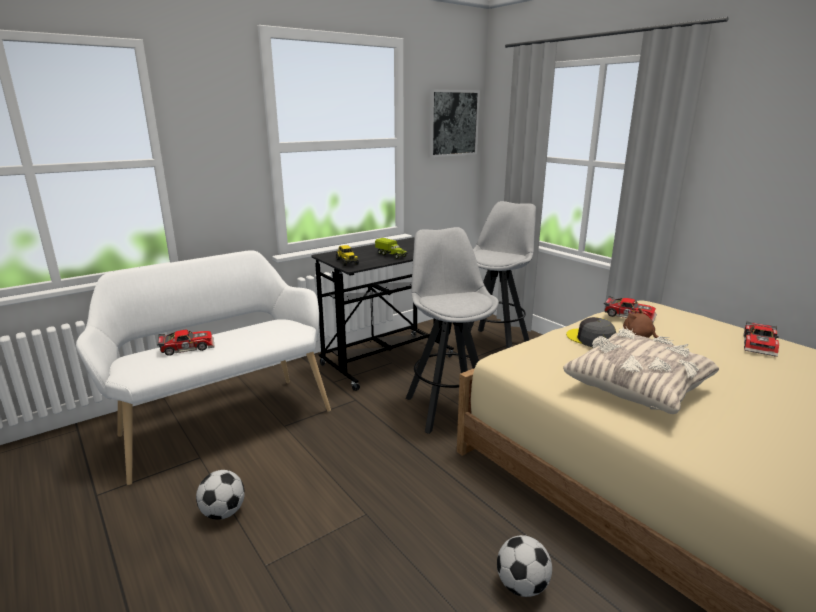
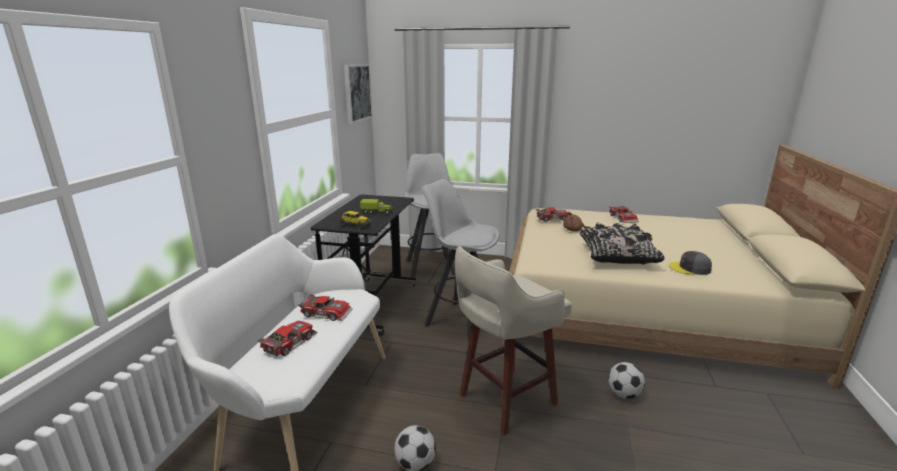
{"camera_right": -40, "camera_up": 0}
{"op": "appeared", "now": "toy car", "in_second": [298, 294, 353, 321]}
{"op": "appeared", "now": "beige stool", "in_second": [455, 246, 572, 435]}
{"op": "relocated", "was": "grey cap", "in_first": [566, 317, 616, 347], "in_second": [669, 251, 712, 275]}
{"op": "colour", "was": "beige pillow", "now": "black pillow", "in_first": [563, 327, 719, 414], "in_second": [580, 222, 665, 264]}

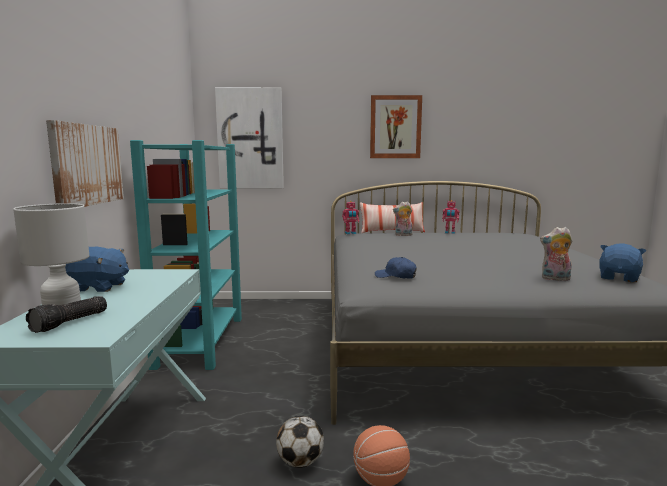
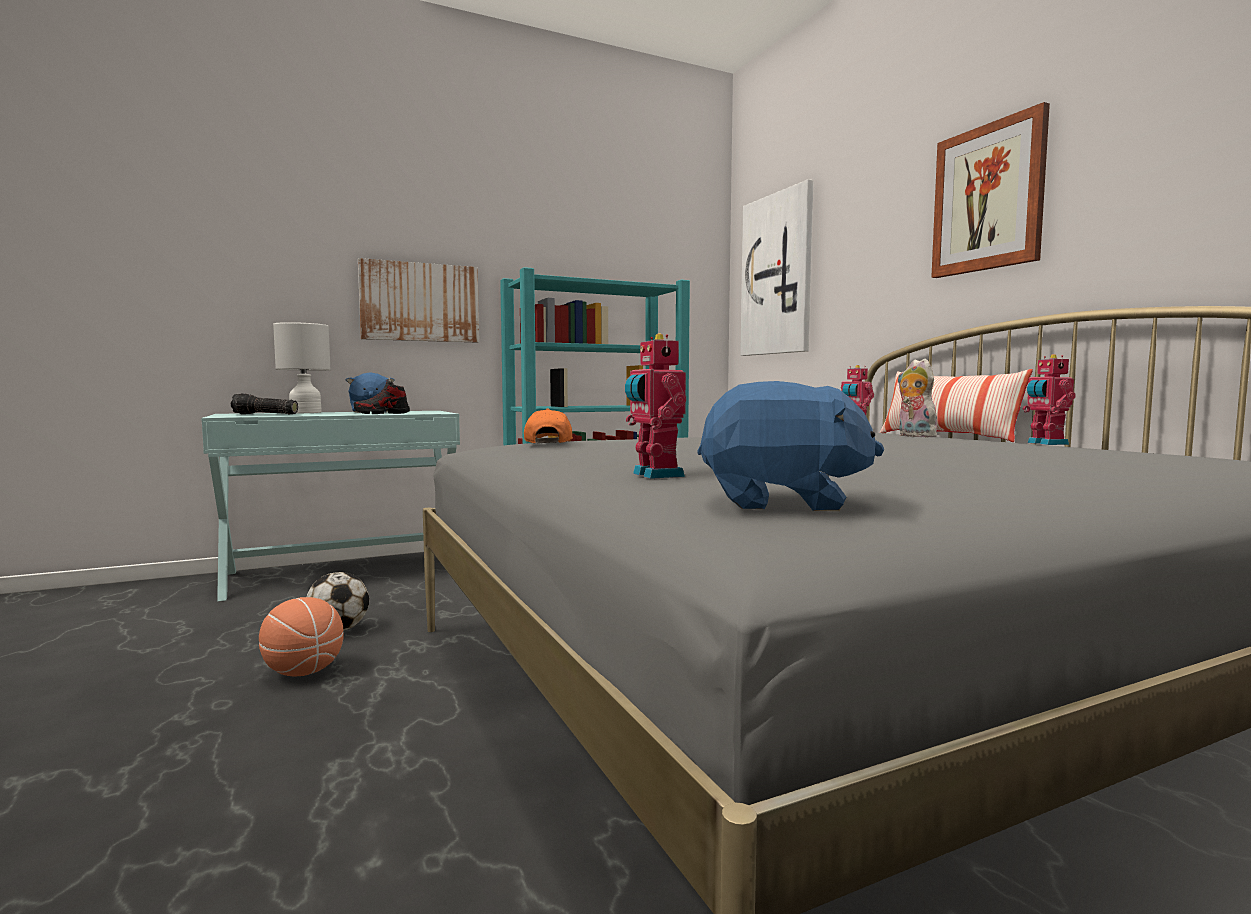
{"camera_right": 65, "camera_up": -5}
{"op": "appeared", "now": "shoe", "in_second": [354, 380, 410, 414]}
{"op": "exchanged", "was": "plush toy", "now": "toy robot", "in_first": [540, 227, 572, 281], "in_second": [625, 333, 686, 479]}
{"op": "colour", "was": "blue cap", "now": "orange cap", "in_first": [375, 257, 417, 279], "in_second": [524, 408, 573, 443]}

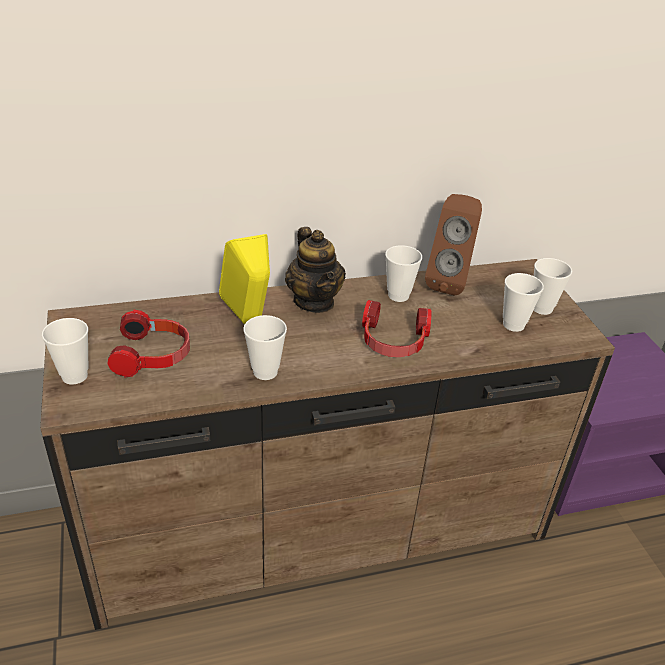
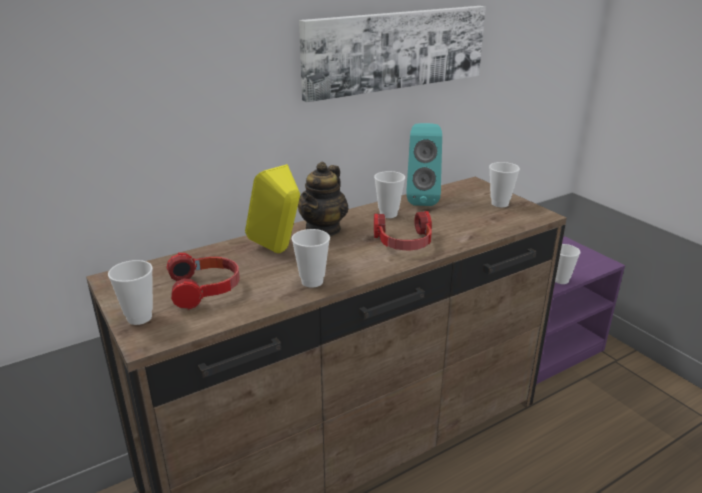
{"camera_right": -15, "camera_up": -10}
{"op": "appeared", "now": "picture", "in_second": [299, 6, 486, 102]}
{"op": "relocated", "was": "cup", "in_first": [503, 273, 544, 332], "in_second": [555, 244, 581, 284]}
{"op": "colour", "was": "brown speaker", "now": "turquoise speaker", "in_first": [425, 194, 482, 295], "in_second": [406, 123, 442, 206]}
{"op": "spun", "was": "teapot", "in_first": [285, 227, 346, 313], "in_second": [298, 162, 349, 237], "clockwise": 60}

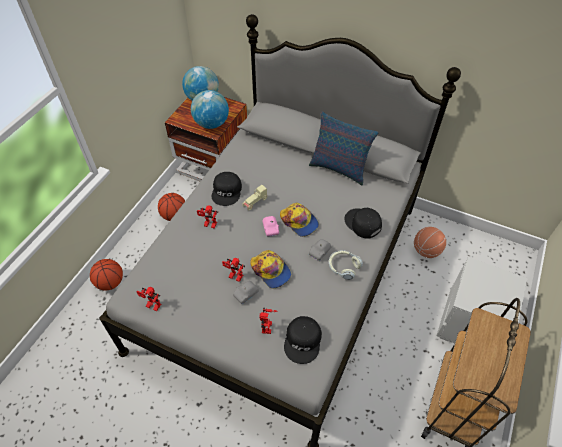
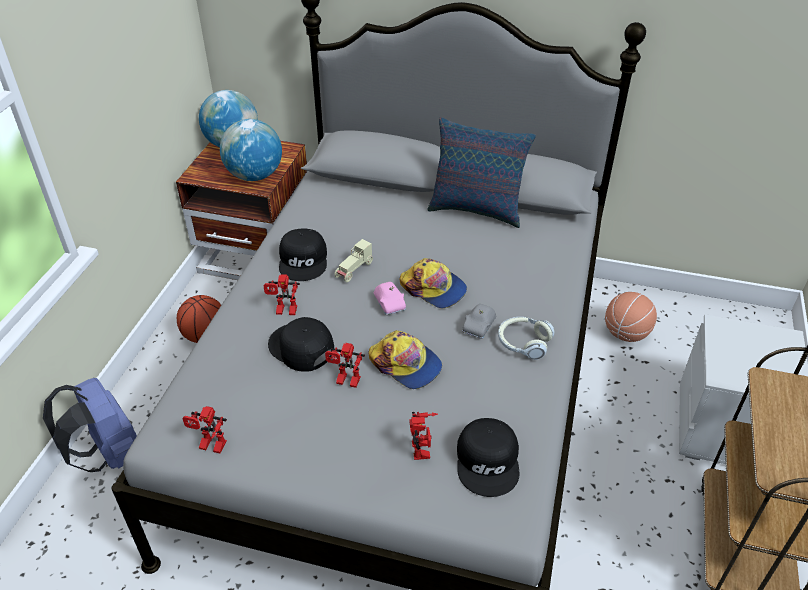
{"camera_right": -10, "camera_up": -10}
{"op": "missing", "was": "grey toy car", "in_first": [233, 281, 259, 305]}
{"op": "relocated", "was": "black cap", "in_first": [344, 208, 382, 239], "in_second": [268, 317, 334, 372]}
{"op": "exchanged", "was": "basketball", "now": "blue backpack", "in_first": [90, 259, 123, 290], "in_second": [43, 378, 137, 472]}

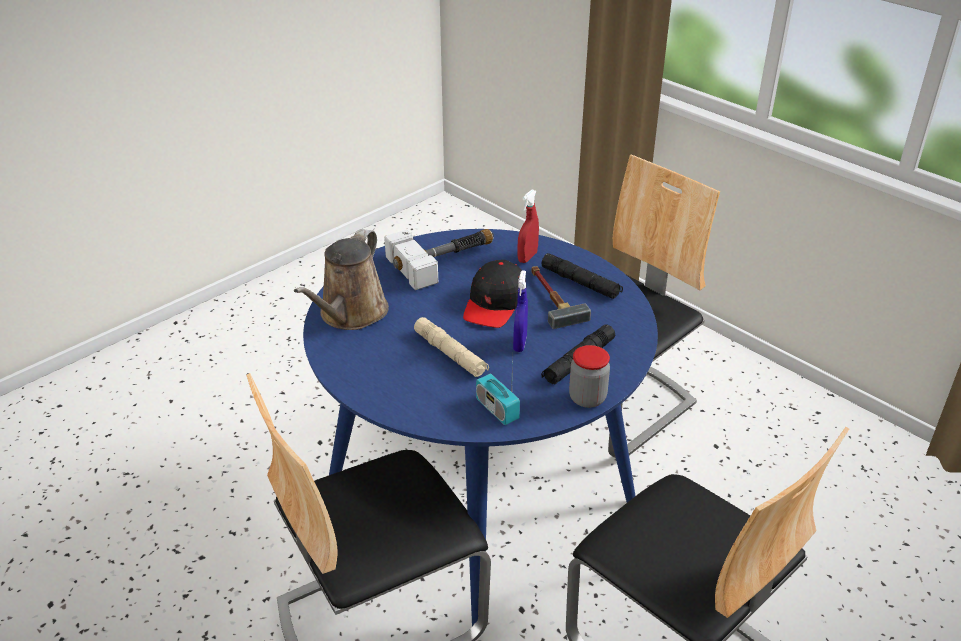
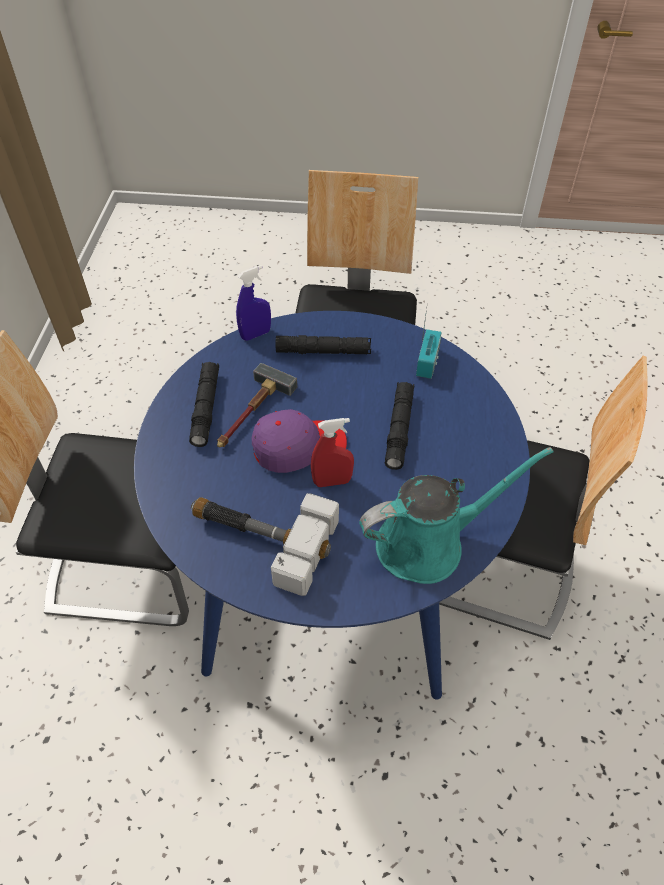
{"camera_right": -130, "camera_up": 15}
{"op": "missing", "was": "jar", "in_first": [569, 345, 610, 408]}
{"op": "relocated", "was": "blue spray bottle", "in_first": [513, 270, 528, 352], "in_second": [236, 265, 271, 341]}
{"op": "relocated", "was": "red spray bottle", "in_first": [517, 189, 539, 263], "in_second": [311, 418, 354, 487]}
{"op": "colour", "was": "brown watering can", "now": "turquoise watering can", "in_first": [294, 229, 389, 330], "in_second": [359, 447, 553, 584]}
{"op": "colour", "was": "beige flashlight", "now": "black flashlight", "in_first": [414, 317, 489, 377], "in_second": [385, 382, 415, 470]}
{"op": "colour", "was": "black cap", "now": "purple cap", "in_first": [463, 260, 526, 328], "in_second": [252, 409, 347, 473]}

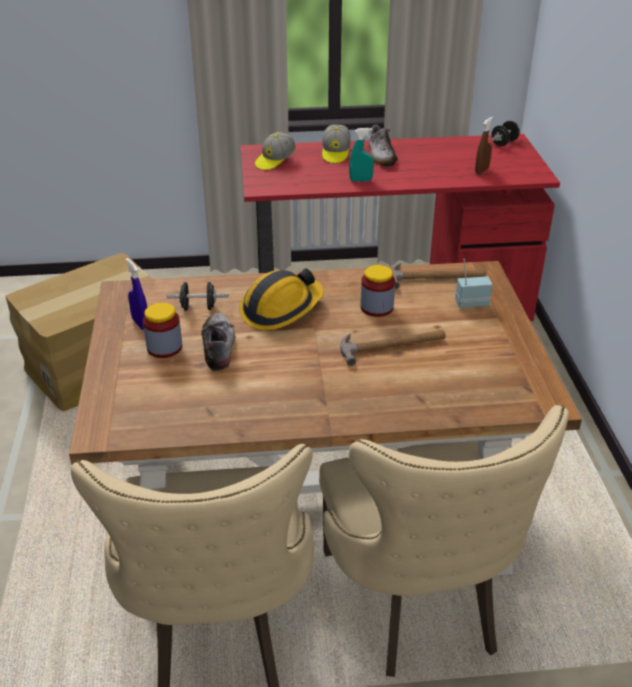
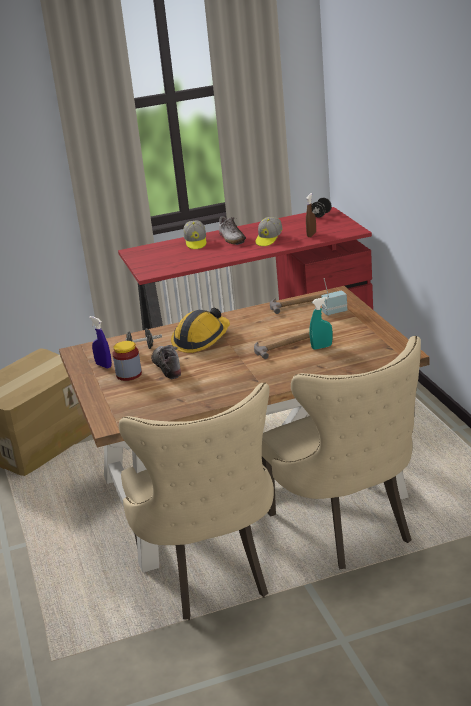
{"camera_right": -10, "camera_up": -10}
{"op": "missing", "was": "jar", "in_first": [360, 265, 395, 317]}
{"op": "relocated", "was": "cap", "in_first": [255, 132, 296, 170], "in_second": [255, 217, 282, 246]}
{"op": "relocated", "was": "turquoise spray bottle", "in_first": [349, 128, 374, 182], "in_second": [310, 297, 333, 350]}

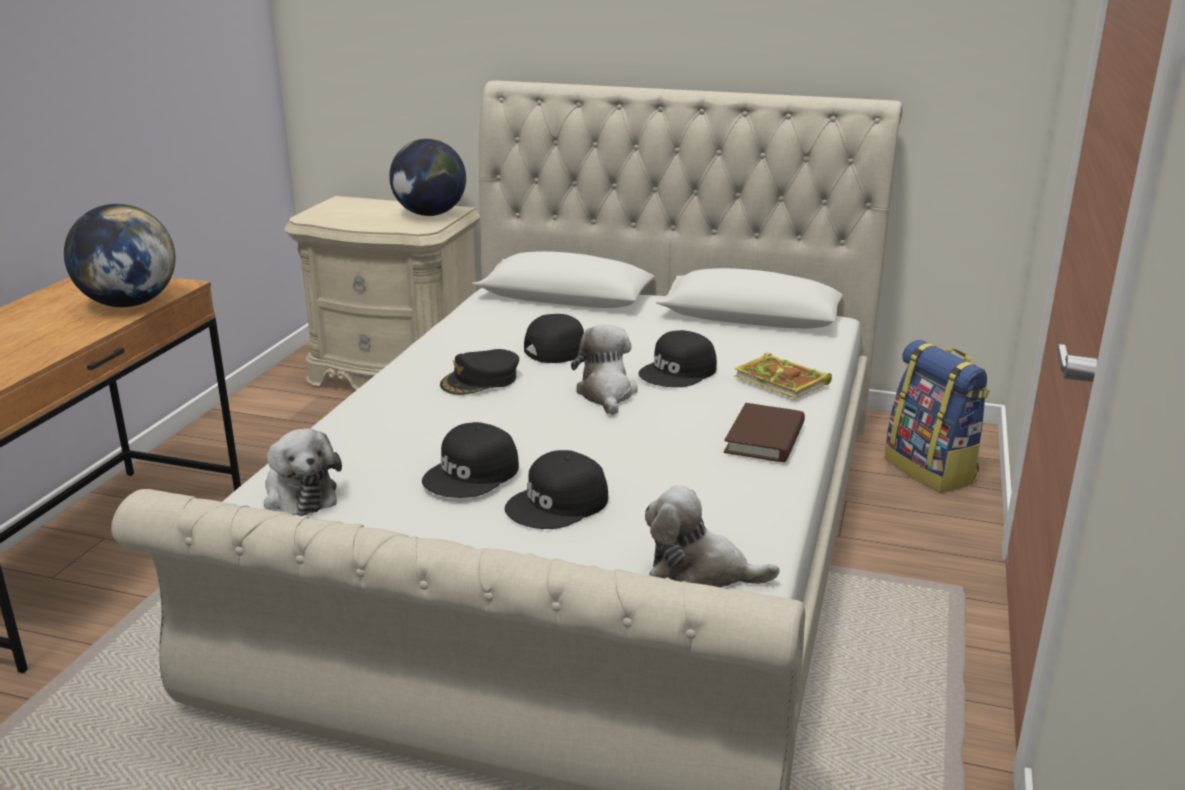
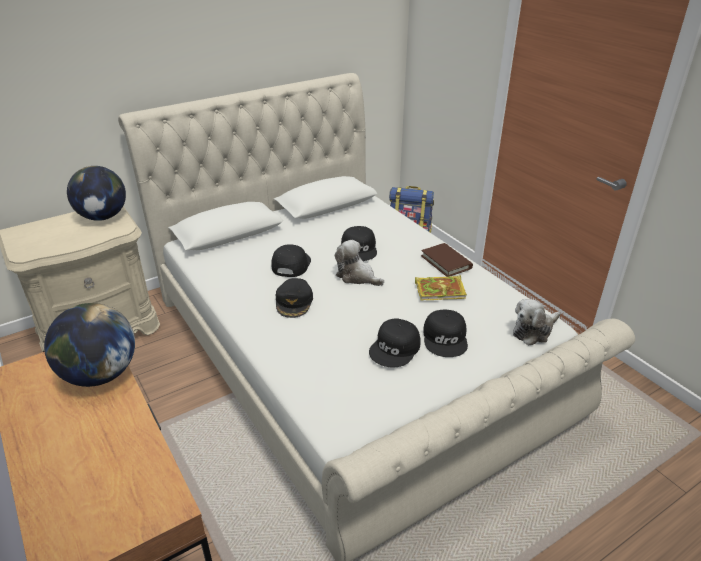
{"camera_right": -50, "camera_up": 10}
{"op": "missing", "was": "plush toy", "in_first": [264, 428, 342, 516]}
{"op": "relocated", "was": "book", "in_first": [734, 352, 832, 399], "in_second": [415, 275, 467, 301]}
{"op": "spun", "was": "black cap", "in_first": [422, 422, 519, 498], "in_second": [369, 318, 421, 368], "clockwise": 45}

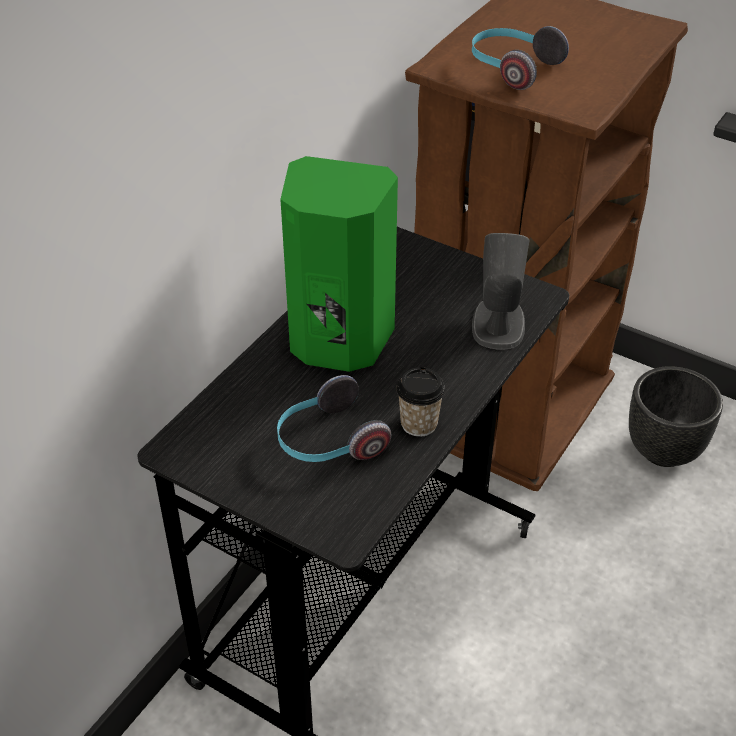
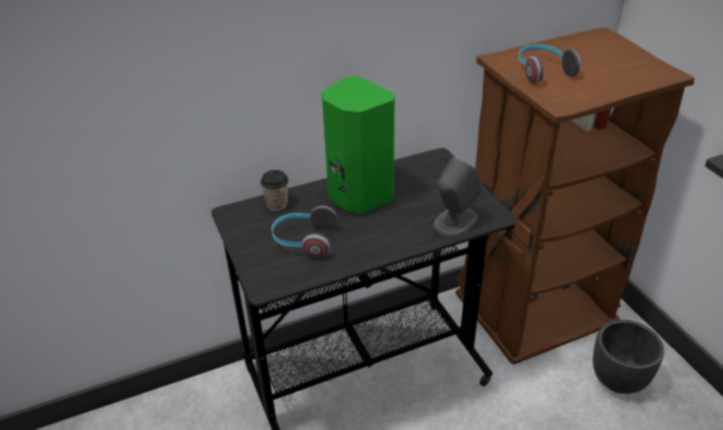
{"camera_right": 35, "camera_up": -5}
{"op": "relocated", "was": "cup", "in_first": [397, 367, 445, 437], "in_second": [261, 170, 289, 211]}

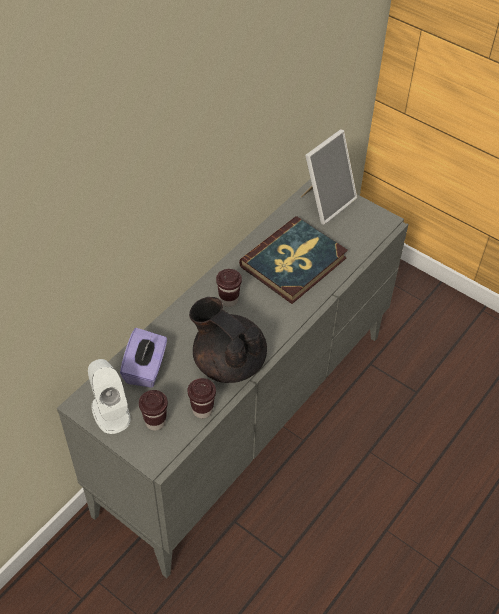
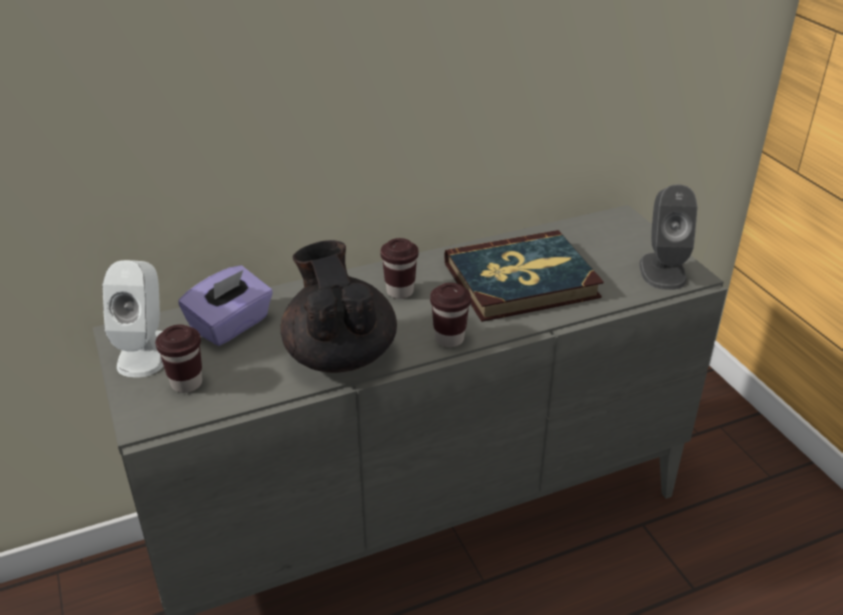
{"camera_right": 30, "camera_up": -15}
{"op": "missing", "was": "picture frame", "in_first": [301, 129, 357, 225]}
{"op": "appeared", "now": "grey speaker", "in_second": [639, 184, 698, 290]}
{"op": "relocated", "was": "brown cup", "in_first": [188, 378, 216, 418], "in_second": [430, 283, 471, 347]}

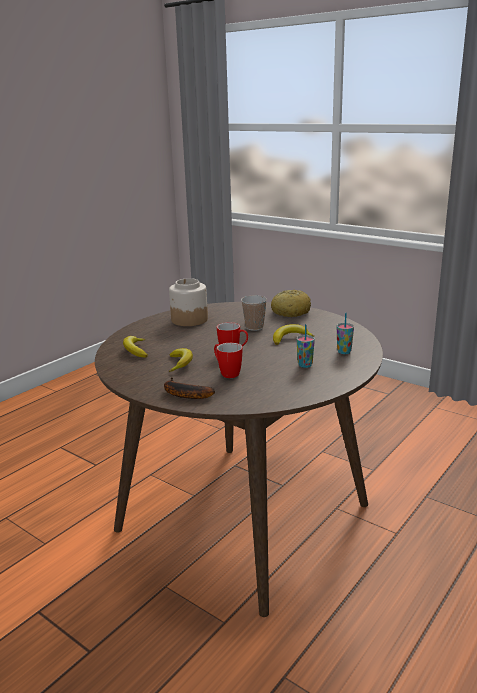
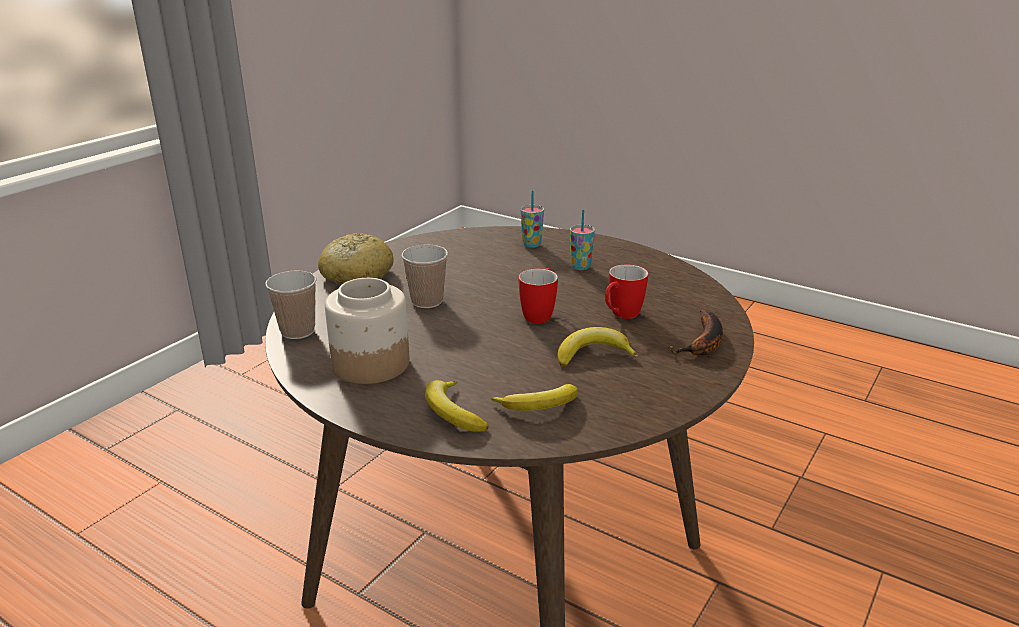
{"camera_right": -95, "camera_up": 5}
{"op": "appeared", "now": "cup", "in_second": [265, 271, 317, 339]}
{"op": "relocated", "was": "banana", "in_first": [273, 324, 314, 345], "in_second": [425, 380, 489, 432]}

